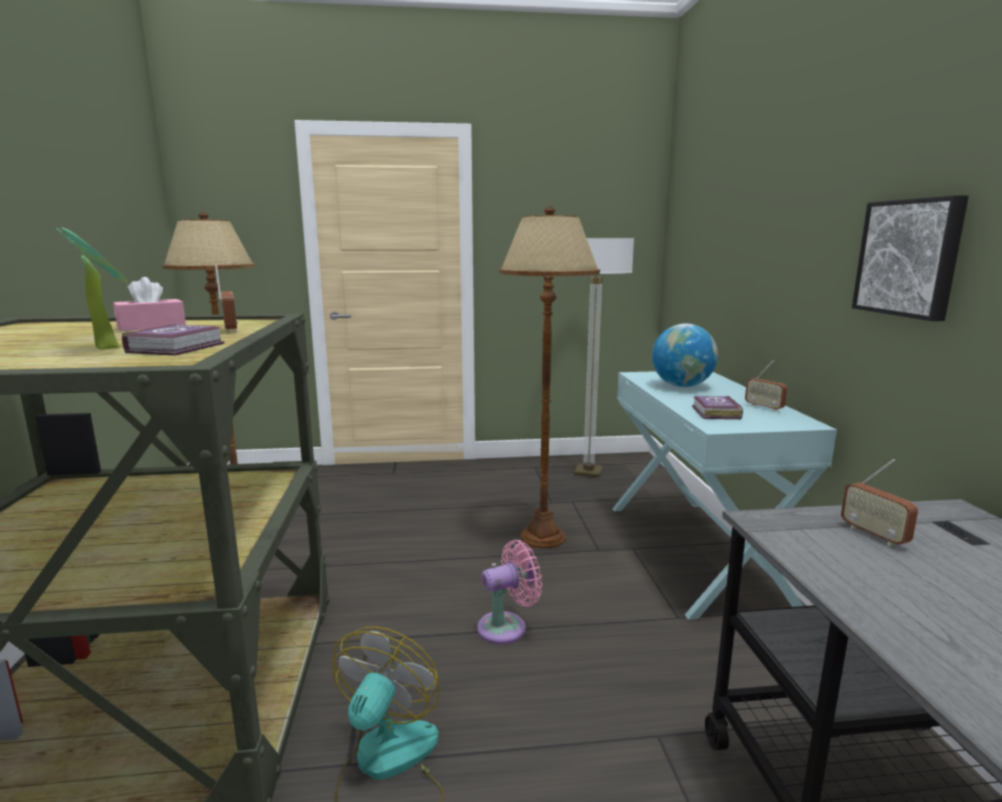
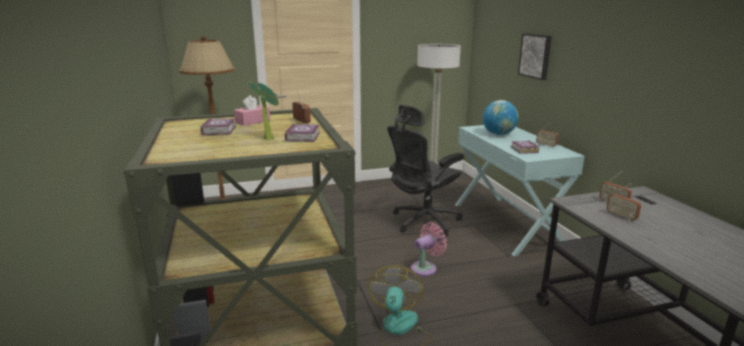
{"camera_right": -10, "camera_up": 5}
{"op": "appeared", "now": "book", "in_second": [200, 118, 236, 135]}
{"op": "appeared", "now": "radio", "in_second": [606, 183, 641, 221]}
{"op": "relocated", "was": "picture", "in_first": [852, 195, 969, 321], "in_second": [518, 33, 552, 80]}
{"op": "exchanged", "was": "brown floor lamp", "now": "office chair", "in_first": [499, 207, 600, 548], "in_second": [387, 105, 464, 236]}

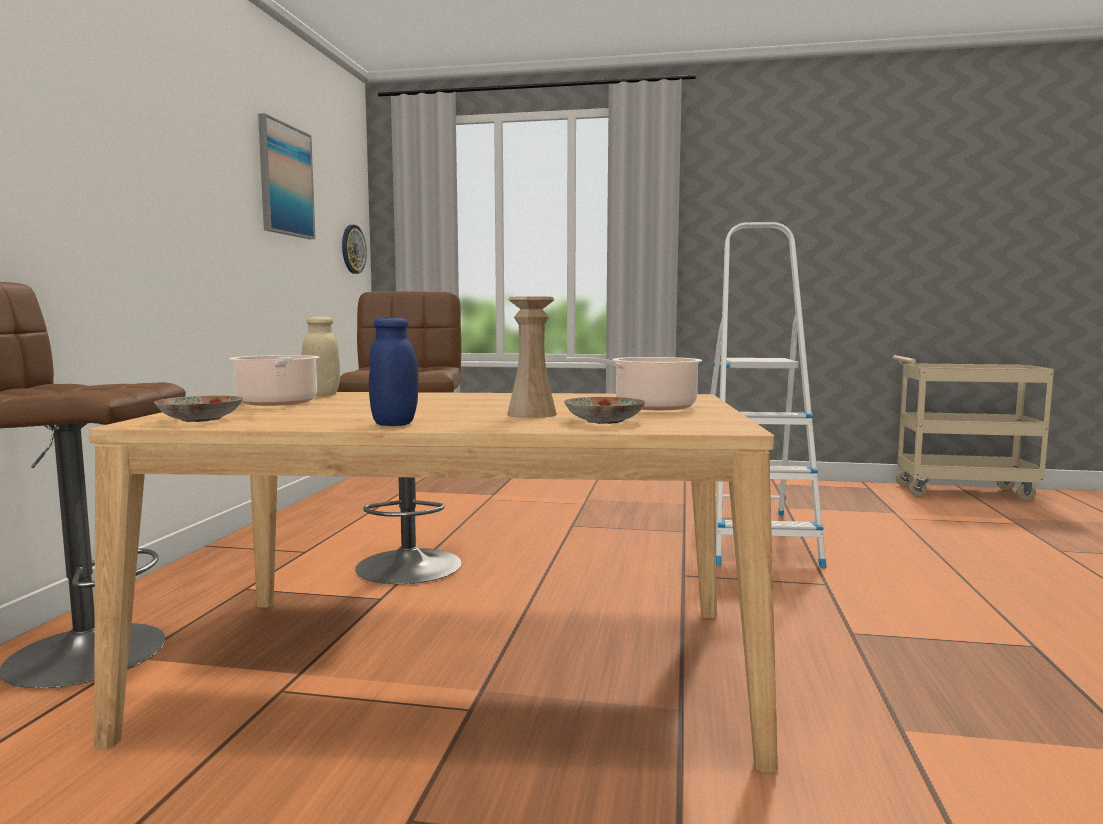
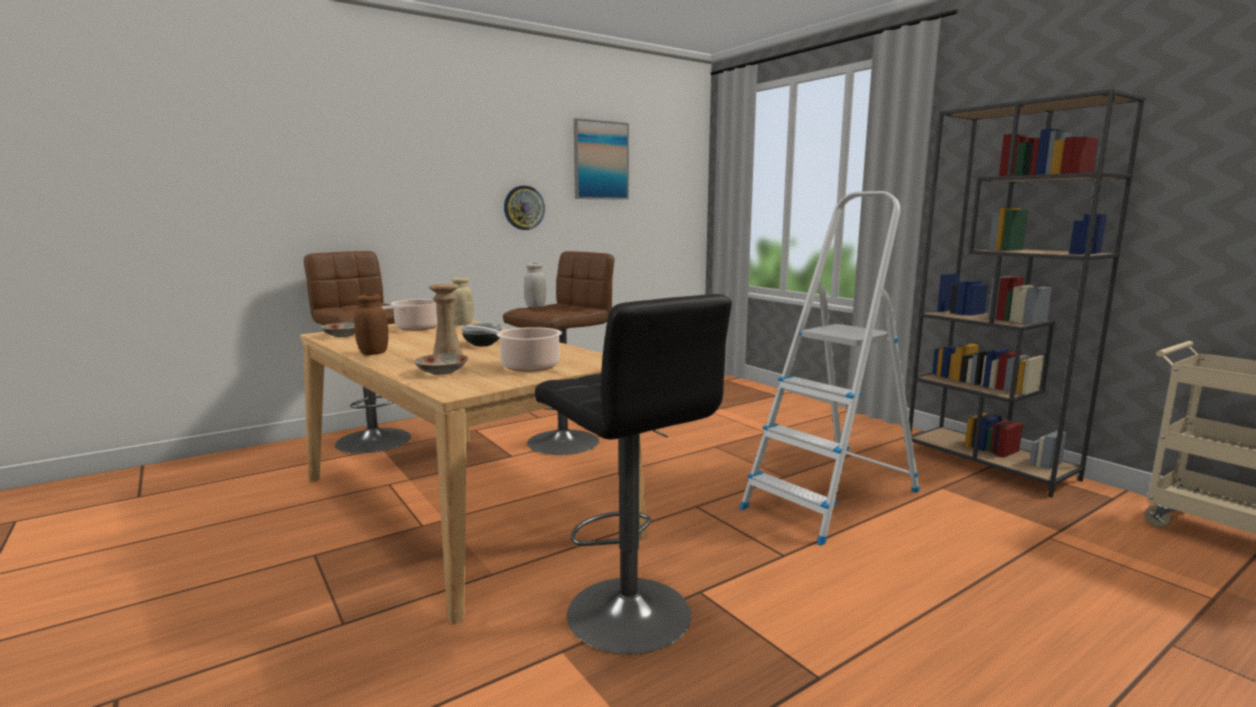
{"camera_right": 45, "camera_up": 5}
{"op": "appeared", "now": "bowl", "in_second": [461, 323, 503, 346]}
{"op": "appeared", "now": "white jar", "in_second": [524, 263, 547, 308]}
{"op": "appeared", "now": "black stool", "in_second": [535, 294, 732, 654]}
{"op": "appeared", "now": "bookcase", "in_second": [909, 89, 1145, 498]}
{"op": "relocated", "was": "wall clock", "in_first": [342, 225, 367, 274], "in_second": [504, 186, 545, 230]}
{"op": "colour", "was": "blue jar", "now": "brown jar", "in_first": [369, 317, 418, 426], "in_second": [355, 294, 388, 355]}

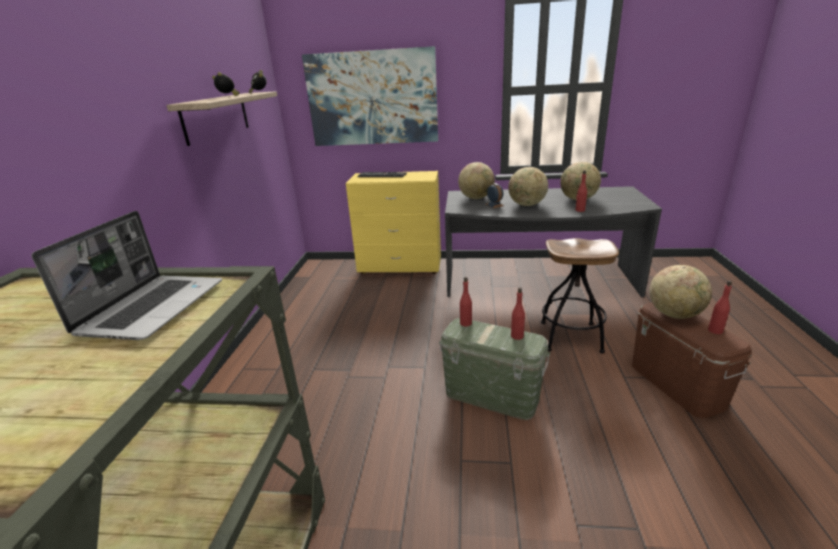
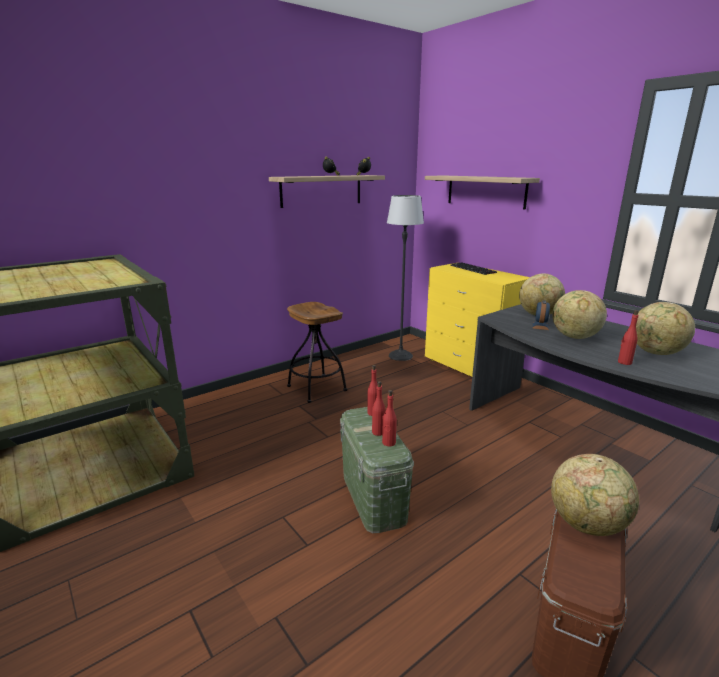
{"camera_right": 45, "camera_up": -5}
{"op": "missing", "was": "laptop", "in_first": [32, 211, 222, 340]}
{"op": "appeared", "now": "floor lamp", "in_second": [387, 195, 424, 361]}
{"op": "relocated", "was": "brown stool", "in_first": [541, 238, 619, 353], "in_second": [287, 302, 347, 403]}
{"op": "relocated", "was": "red bottle", "in_first": [708, 281, 732, 334], "in_second": [372, 381, 386, 436]}
{"op": "exchanged", "was": "picture", "now": "shelf", "in_first": [302, 46, 438, 146], "in_second": [425, 175, 540, 210]}

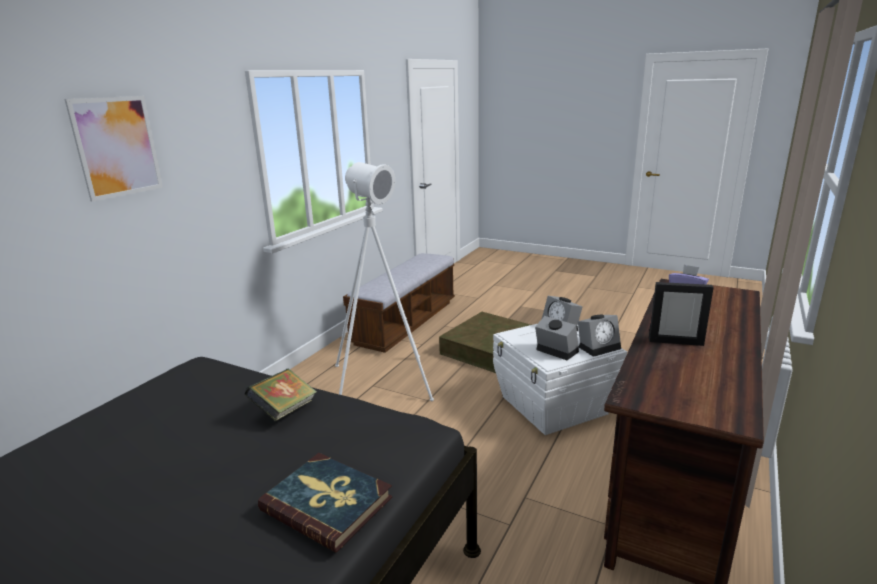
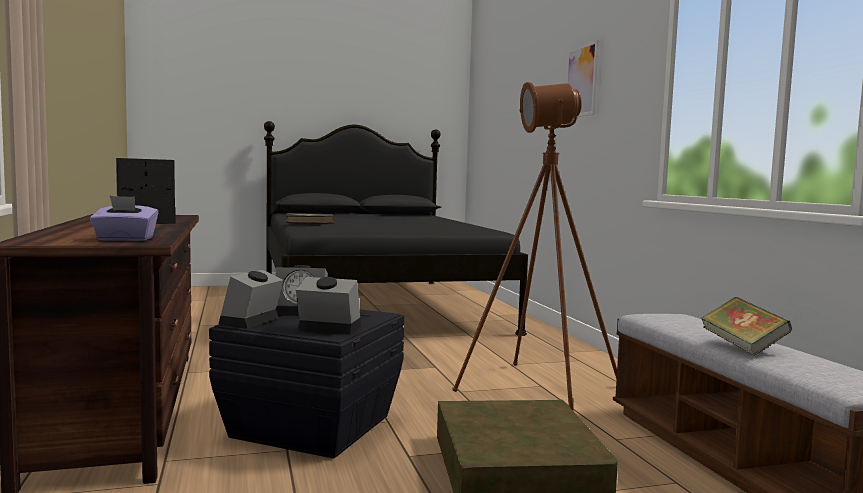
{"camera_right": 135, "camera_up": -15}
{"op": "relocated", "was": "book", "in_first": [244, 369, 317, 421], "in_second": [701, 297, 792, 356]}
{"op": "colour", "was": "white floor lamp", "now": "brown floor lamp", "in_first": [335, 162, 434, 401], "in_second": [453, 82, 617, 410]}
{"op": "colour", "was": "white storage box", "now": "black storage box", "in_first": [493, 324, 627, 435], "in_second": [209, 310, 404, 459]}

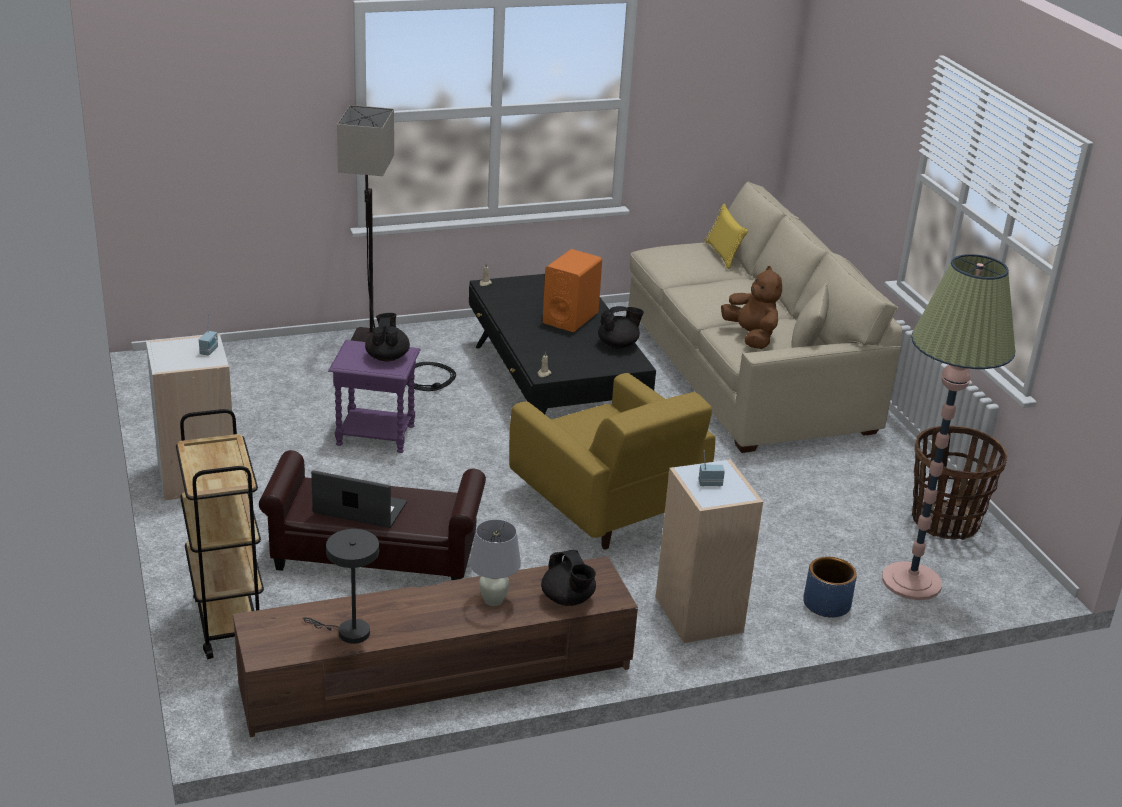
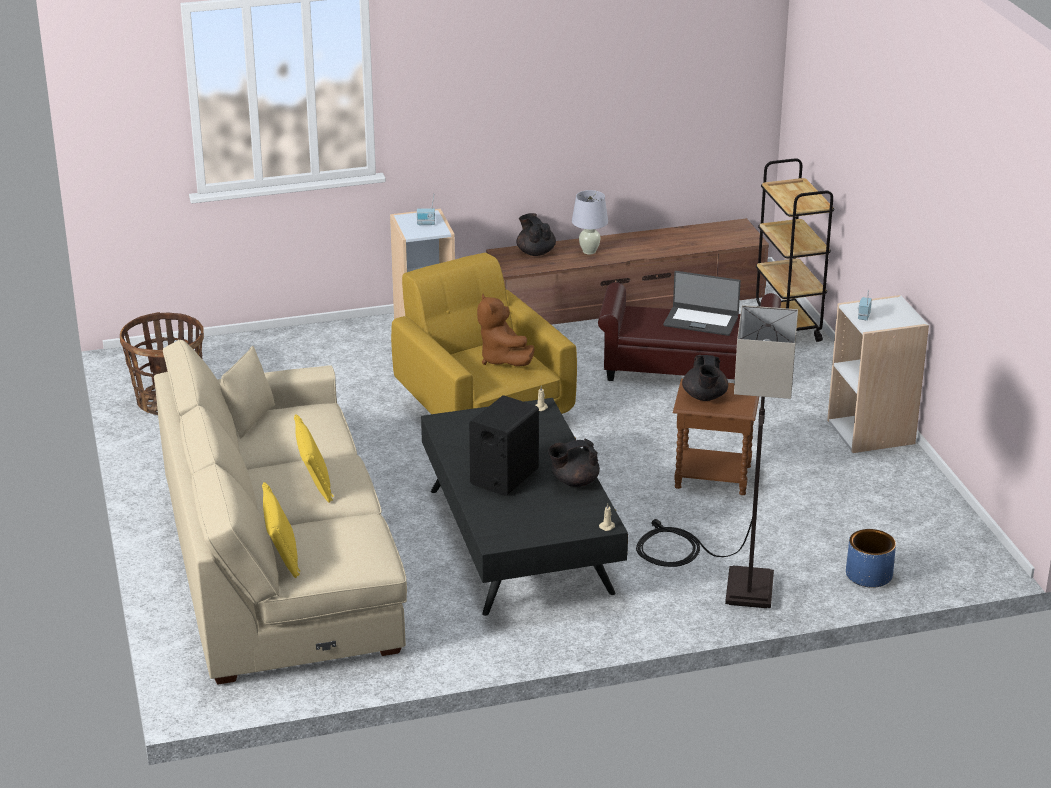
{"camera_right": -175, "camera_up": 0}
{"op": "missing", "was": "grey table lamp", "in_first": [303, 529, 379, 644]}
{"op": "missing", "was": "floor lamp", "in_first": [882, 254, 1016, 600]}
{"op": "appeared", "now": "yellow pillow", "in_second": [294, 414, 334, 503]}
{"op": "relocated", "was": "black teapot", "in_first": [598, 306, 644, 348], "in_second": [548, 439, 600, 487]}
{"op": "relocated", "was": "brown plush toy", "in_first": [721, 266, 782, 349], "in_second": [477, 294, 535, 366]}
{"op": "relocated", "was": "blue planter", "in_first": [803, 556, 857, 618], "in_second": [846, 529, 896, 588]}
{"op": "colour", "was": "purple side table", "now": "brown side table", "in_first": [328, 340, 421, 453], "in_second": [673, 378, 759, 495]}
{"op": "colour", "was": "orange speaker", "now": "black speaker", "in_first": [543, 249, 602, 332], "in_second": [469, 395, 539, 496]}

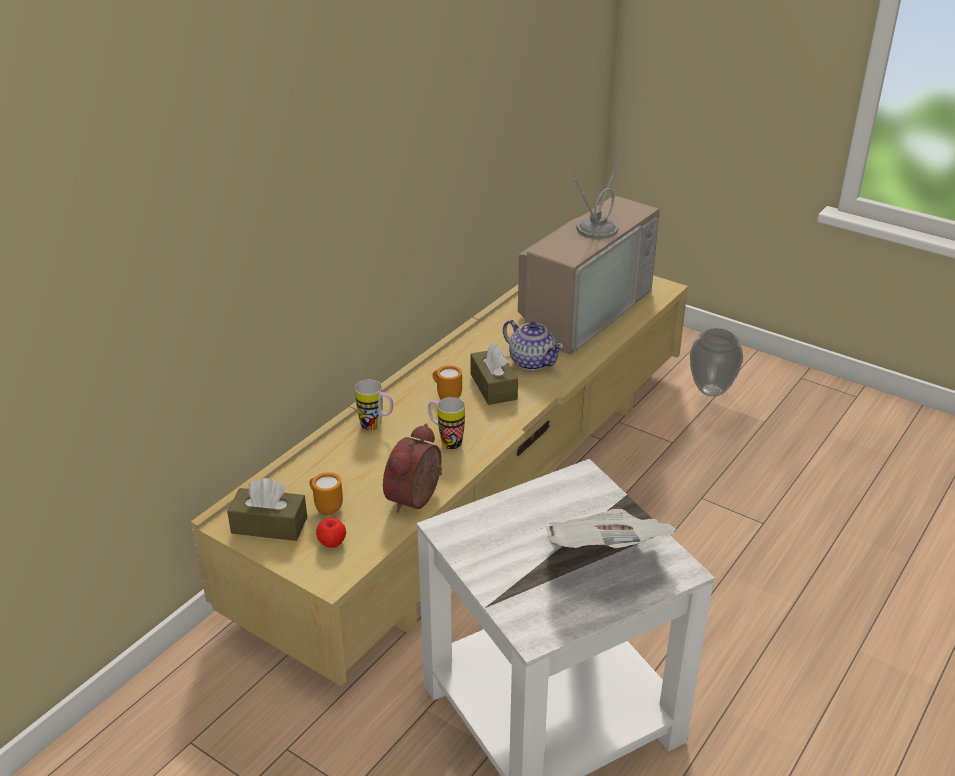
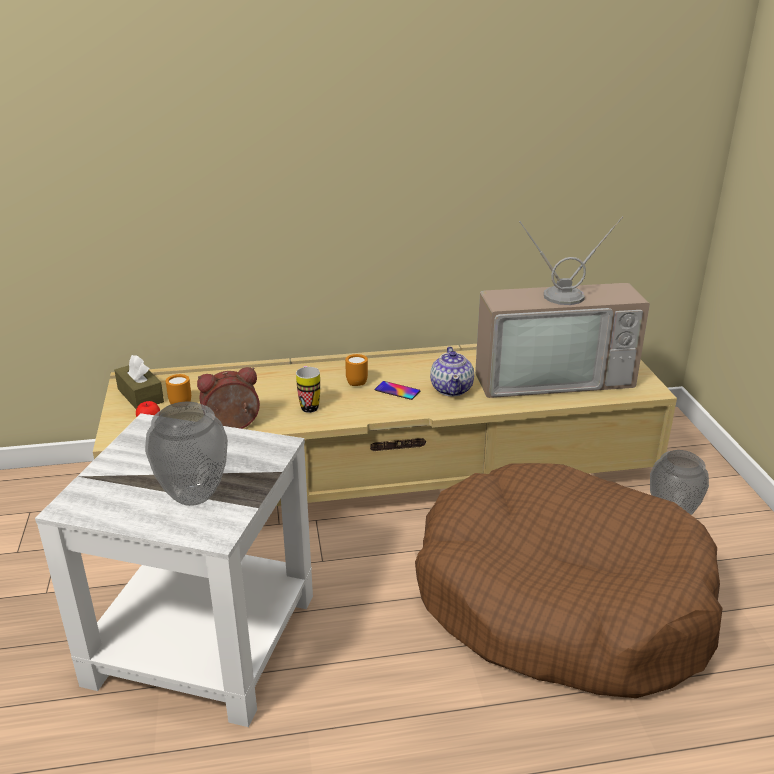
{"camera_right": 45, "camera_up": -5}
{"op": "missing", "was": "mug", "in_first": [355, 380, 393, 431]}
{"op": "appeared", "now": "brown dog bed", "in_second": [415, 463, 723, 698]}
{"op": "exchanged", "was": "brown tissue box", "now": "phone", "in_first": [470, 343, 518, 405], "in_second": [375, 381, 420, 400]}
{"op": "exchanged", "was": "newspaper", "now": "vase", "in_first": [546, 509, 676, 548], "in_second": [145, 402, 228, 506]}

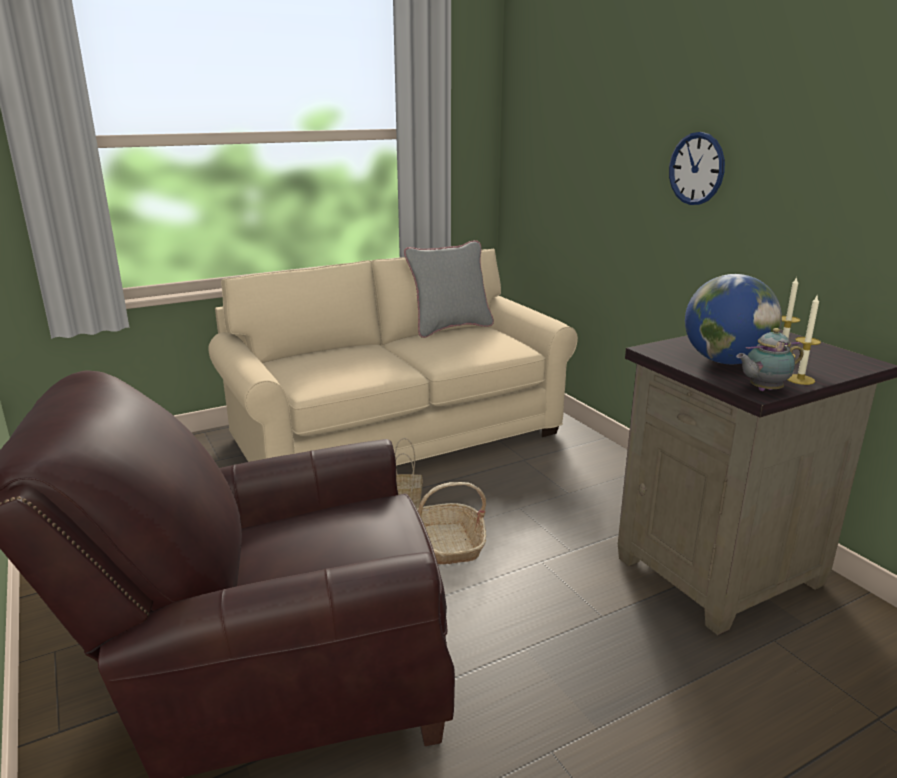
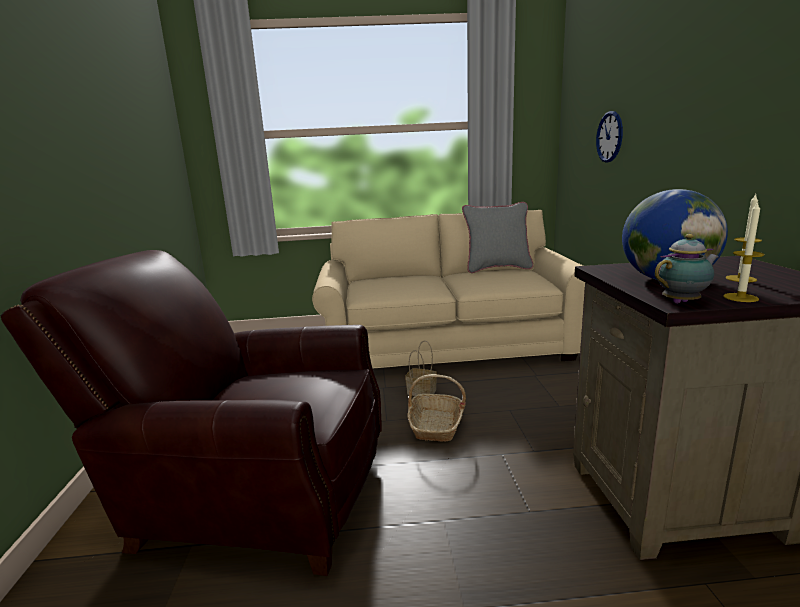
{"camera_right": 25, "camera_up": -5}
{"op": "relocated", "was": "wall clock", "in_first": [669, 132, 725, 205], "in_second": [596, 111, 623, 163]}
{"op": "spun", "was": "teapot", "in_first": [736, 328, 804, 391], "in_second": [655, 234, 719, 304], "clockwise": 150}

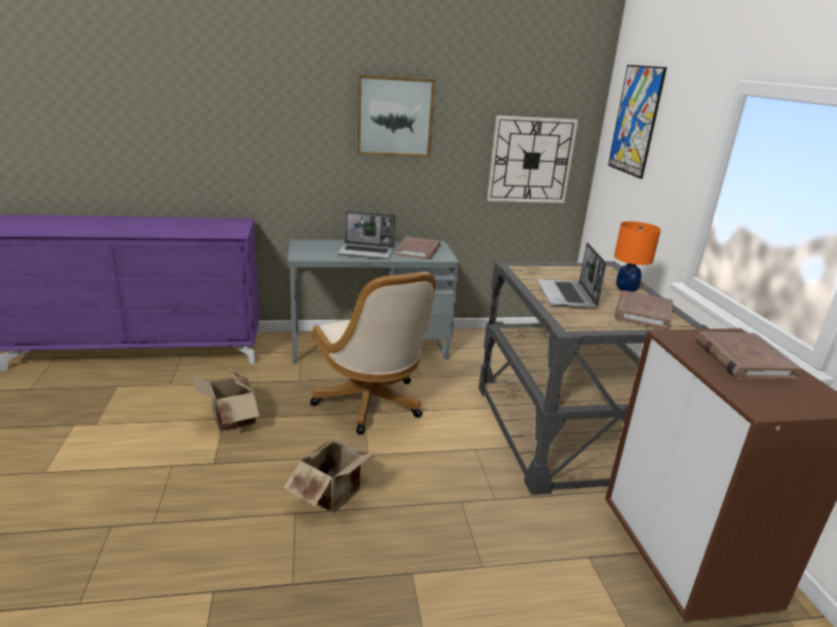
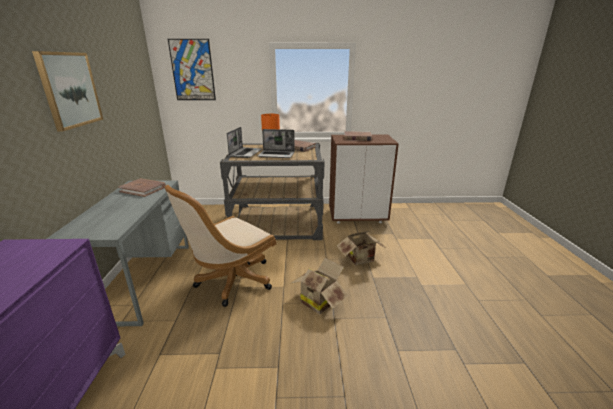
{"camera_right": -80, "camera_up": 0}
{"op": "missing", "was": "wall clock", "in_first": [487, 115, 578, 203]}
{"op": "relocated", "was": "cardboard box", "in_first": [191, 367, 260, 431], "in_second": [337, 231, 386, 265]}
{"op": "relocated", "was": "laptop", "in_first": [338, 211, 395, 259], "in_second": [227, 127, 262, 158]}
{"op": "spun", "was": "office chair", "in_first": [310, 272, 435, 434], "in_second": [165, 185, 276, 307], "clockwise": 150}

